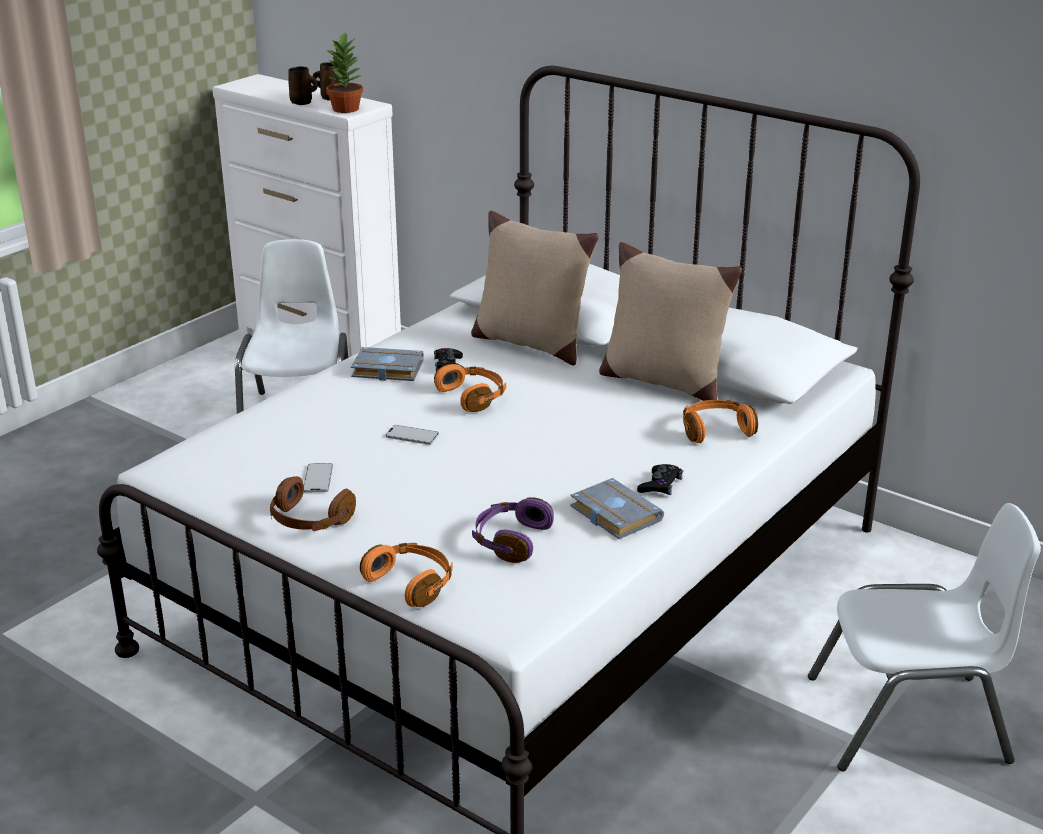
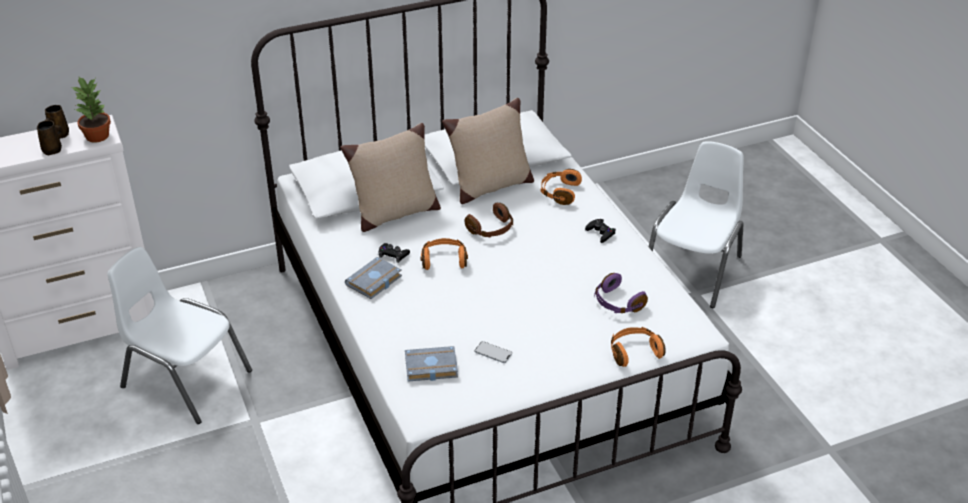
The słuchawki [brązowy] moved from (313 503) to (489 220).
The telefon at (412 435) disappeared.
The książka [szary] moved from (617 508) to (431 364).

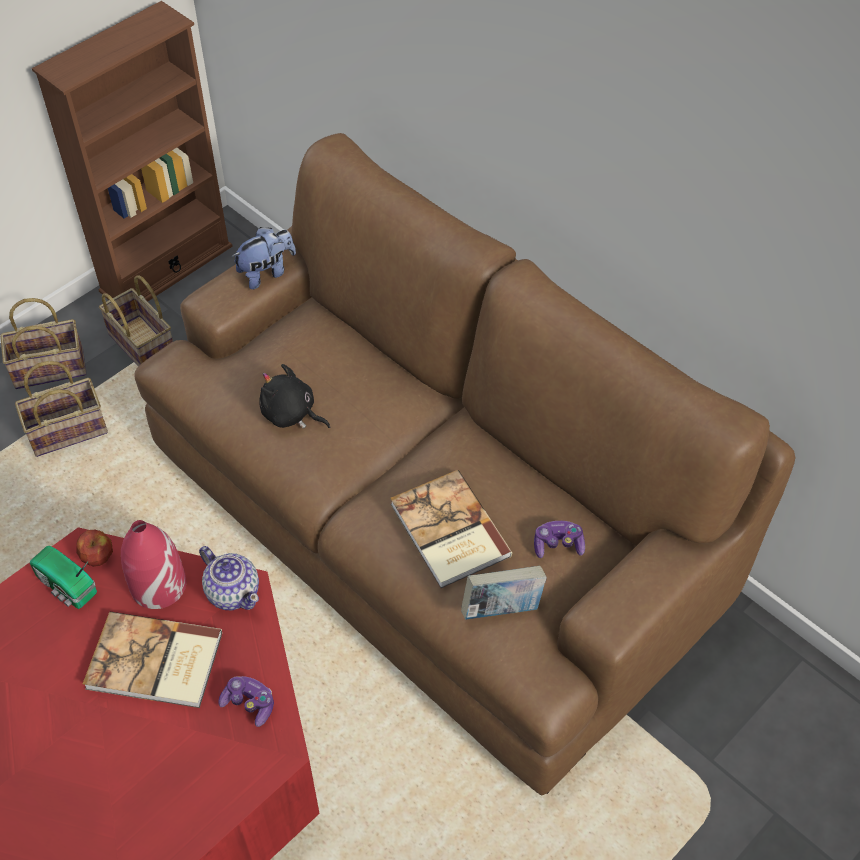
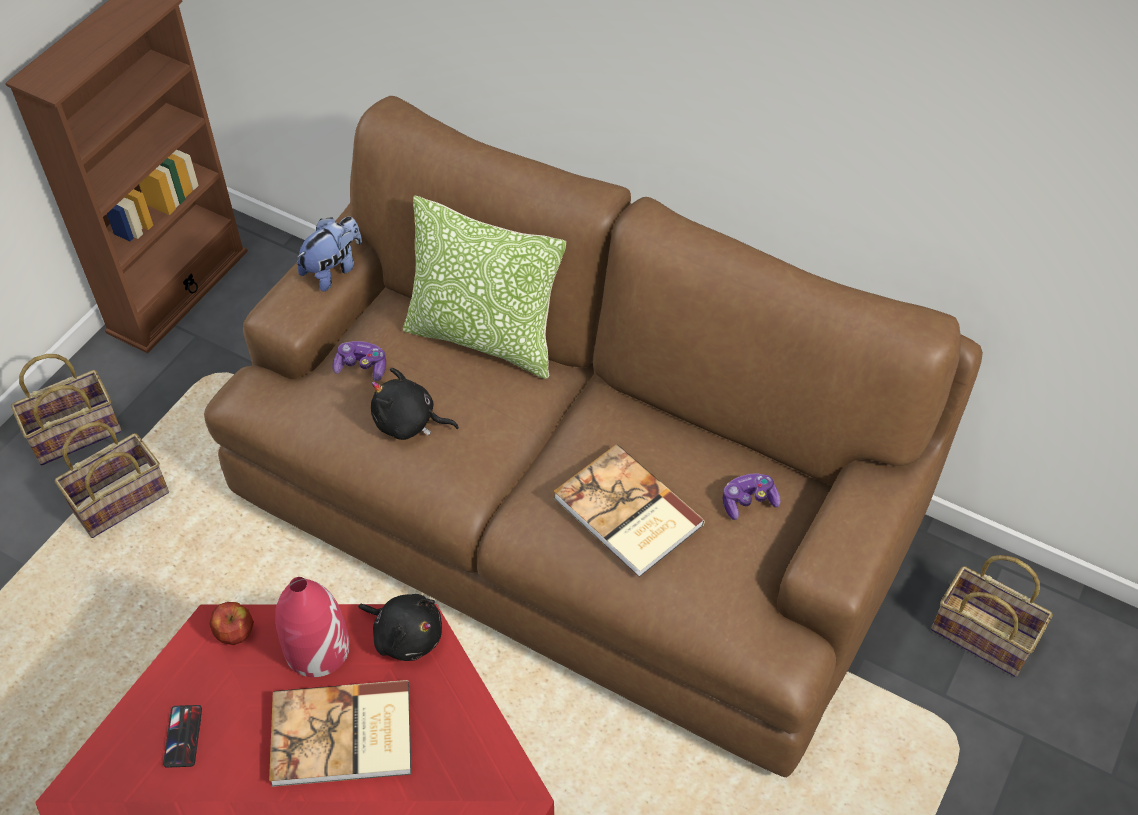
The radio at (63 577) disappeared.
The koszyk moved from (136 321) to (992 616).
The imbryk at (229 578) was replaced by the pluszak [czarny] at (400 627).
The pad do gier moved from (246 701) to (359 361).
The książka at (504 593) disappeared.
The telefon at (182 736) appeared.
The poduszka at (484 287) appeared.

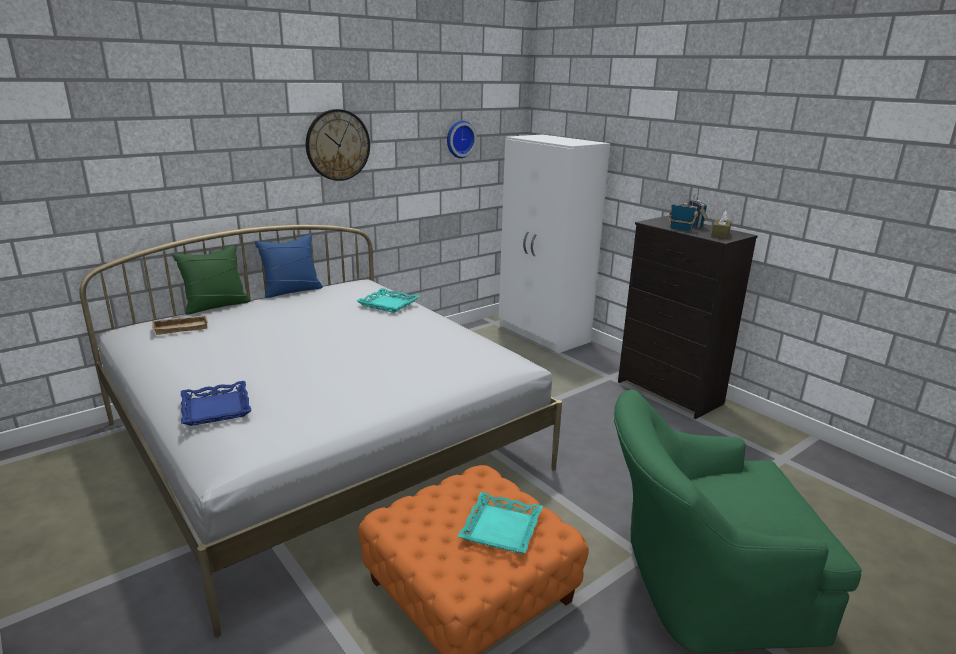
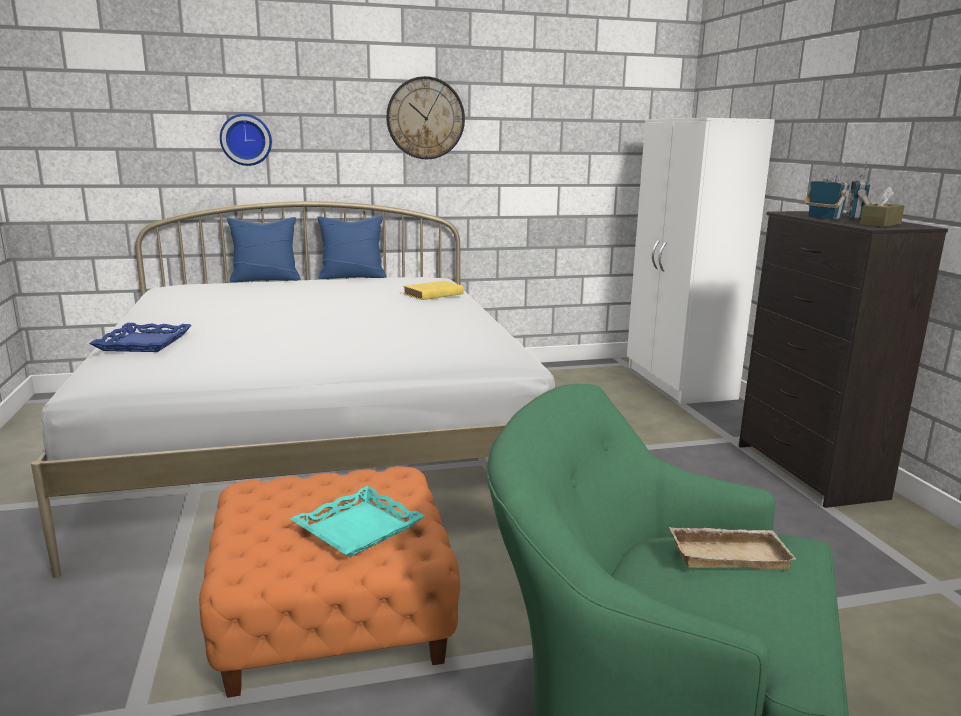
The taca [beżowy] moved from (180 325) to (732 548).
The poduszka [zielony] at (211 279) became the poduszka [niebieski] at (264 250).
The taca [turkusowy] at (388 300) was replaced by the książka [żółty] at (433 290).
The zegar ścienny moved from (462 139) to (246 140).

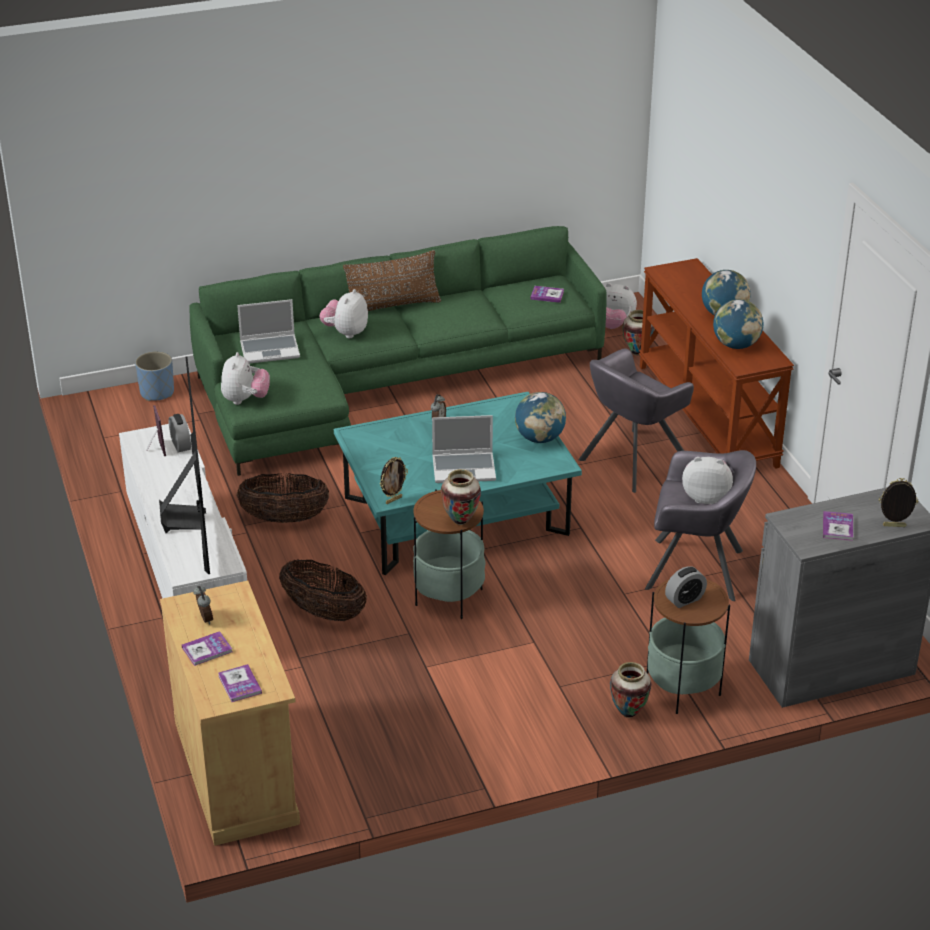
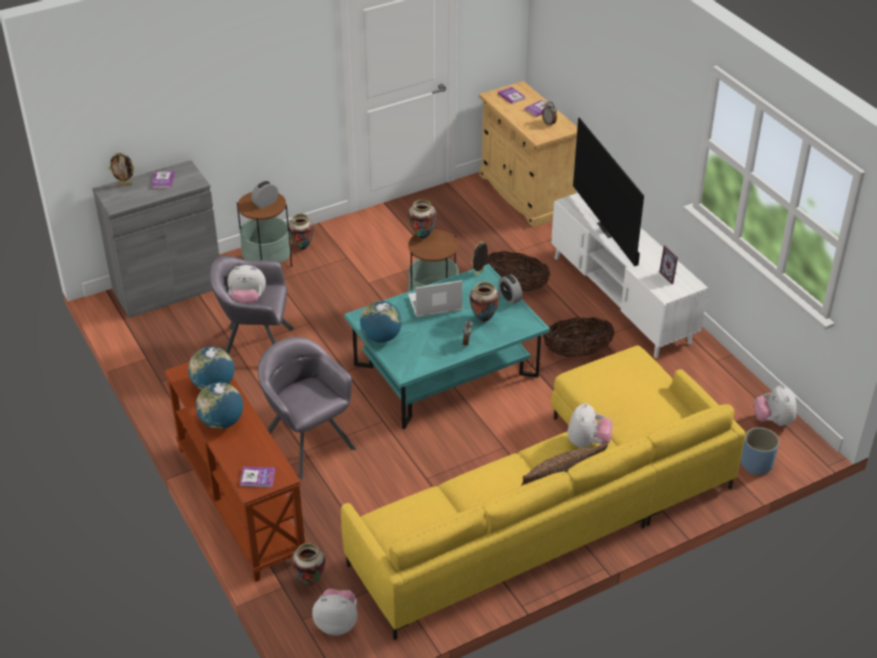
The budzik moved from (180 433) to (510 290).
The kanapa [zielony] at (398 351) became the kanapa [żółty] at (543 492).
The pluszak moved from (245 378) to (775 405).
The laptop at (268 331) disappeared.
The książka moved from (547 294) to (257 477).
The fotel [szary] at (636 420) turned 75 degrees counterclockwise.
The wazon at (484 302) appeared.

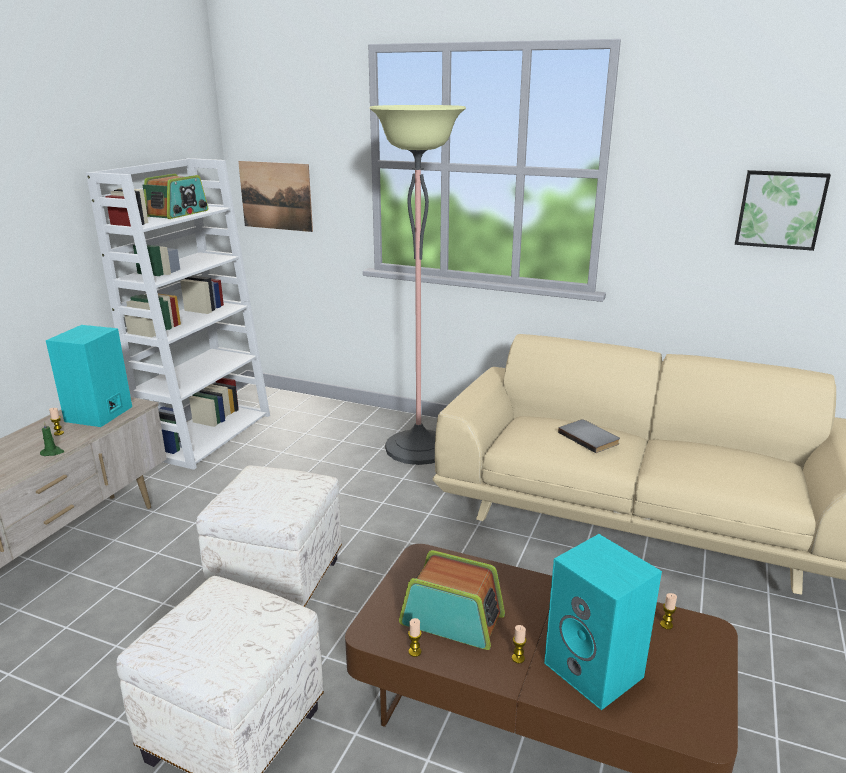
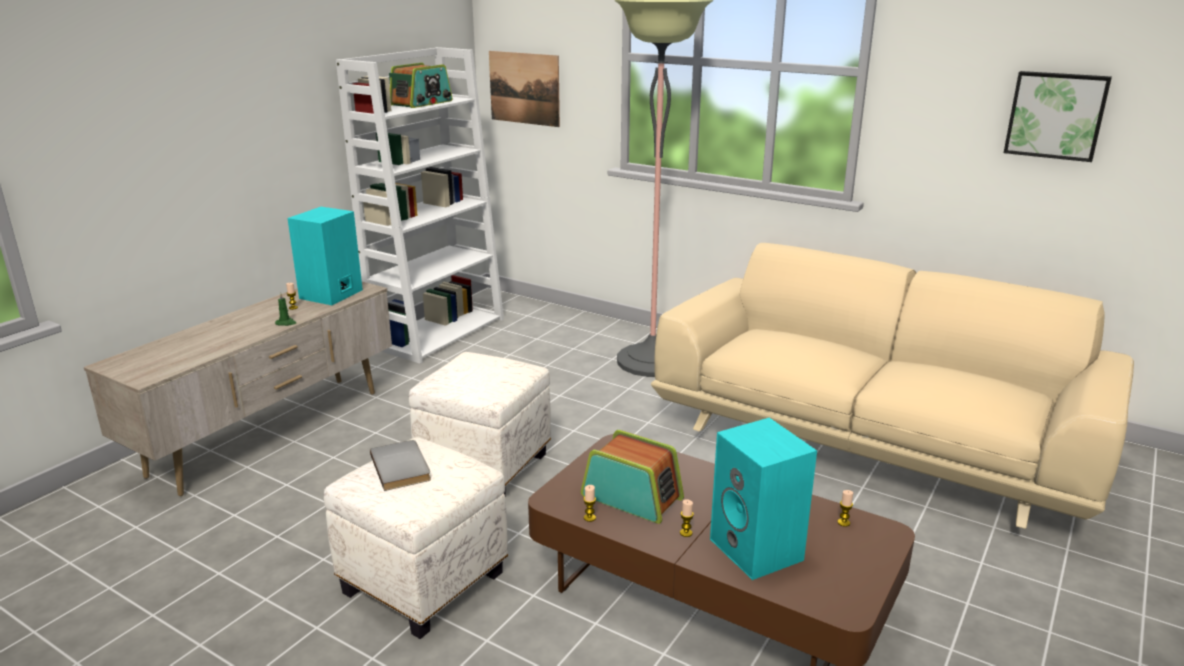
The książka [szary] moved from (589 436) to (400 465).

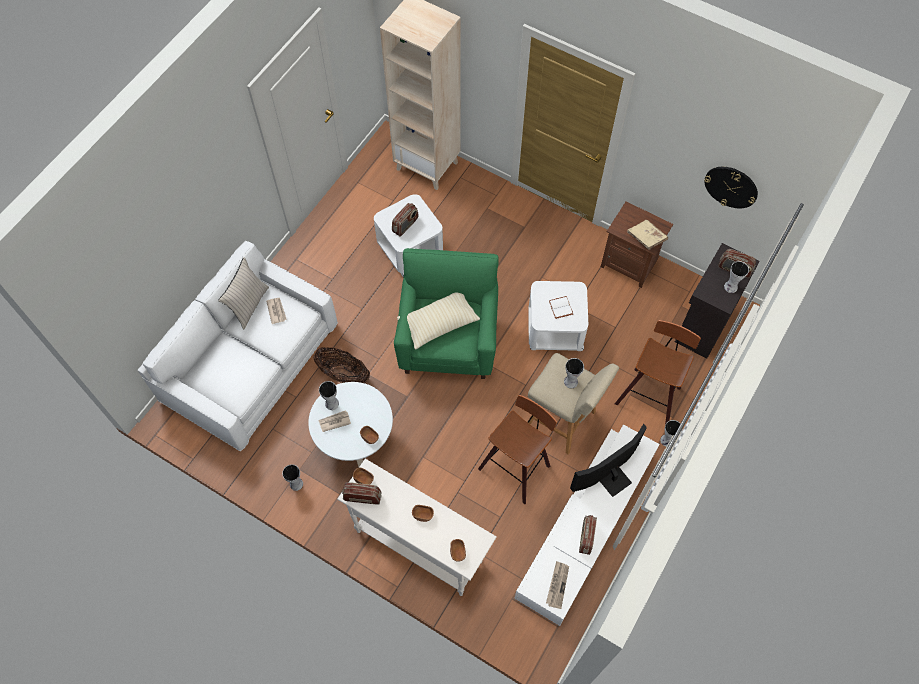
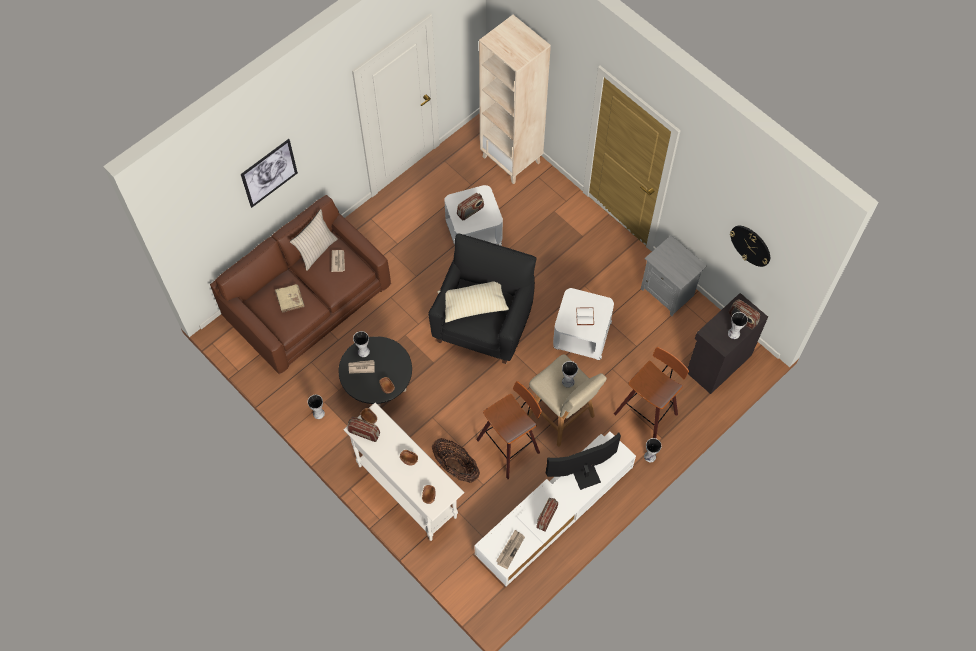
The kanapa [biały] at (238 346) became the kanapa [brązowy] at (300 284).
The ława [biały] at (350 424) became the ława [czarny] at (375 371).
The koszyk moved from (341 365) to (456 460).
The fotel [zielony] at (446 313) became the fotel [czarny] at (482 299).
The szafka nocna [brązowy] at (637 245) became the szafka nocna [szary] at (674 275).
The książka [beżowy] moved from (647 235) to (290 298).
The obraz at (269 173) appeared.

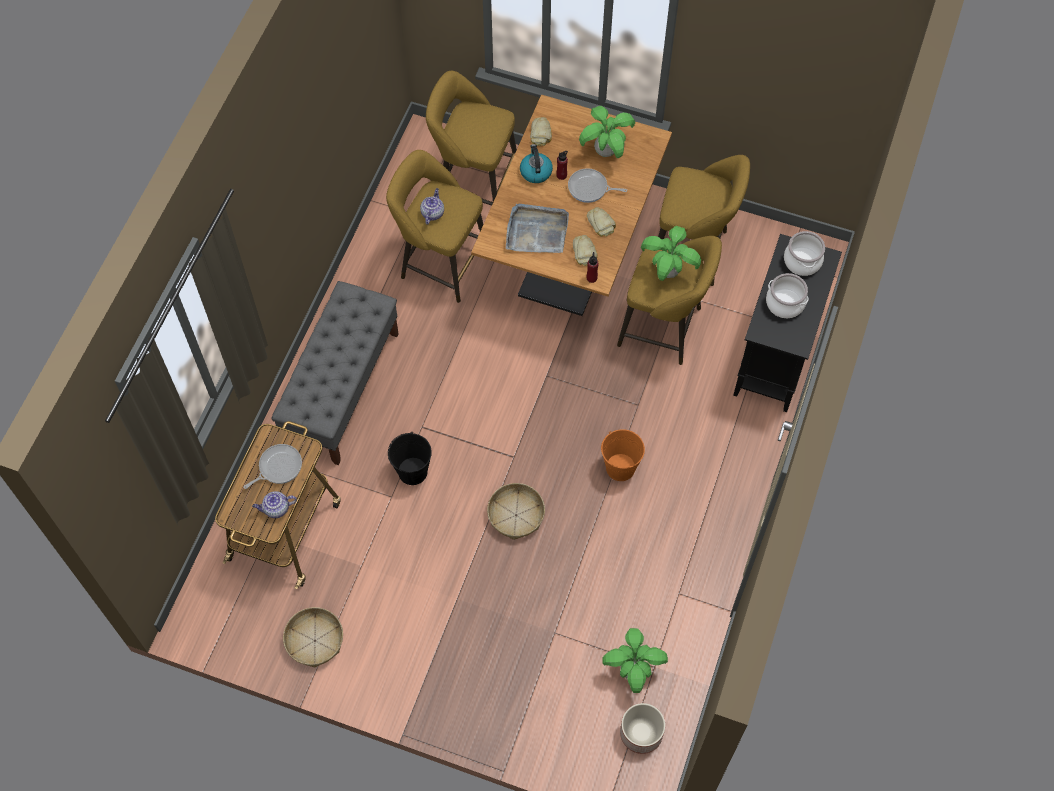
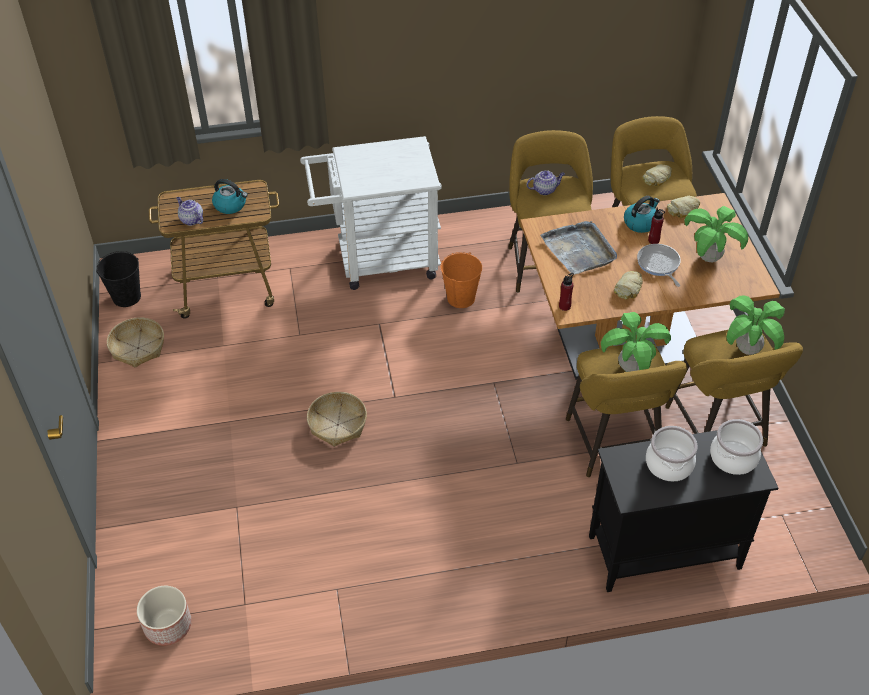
The patelnia at (273 466) was replaced by the czajnik at (230 196).
The ławka [szary] at (335 373) was replaced by the wózek [biały] at (371 213).
The wiadro [czarny] moved from (410 458) to (118 279).
The chleb moved from (585 250) to (657 175).
The wiadro [pomarańczowy] moved from (623 455) to (461 280).
The roślina doniczkowa moved from (635 660) to (755 325).

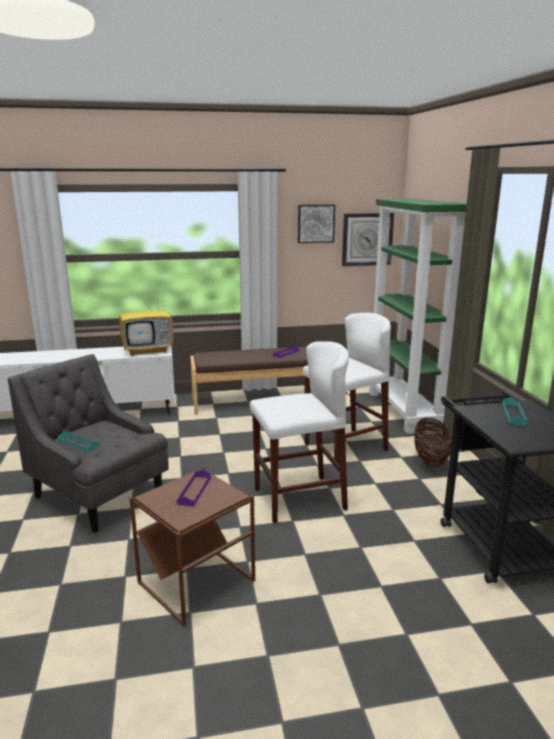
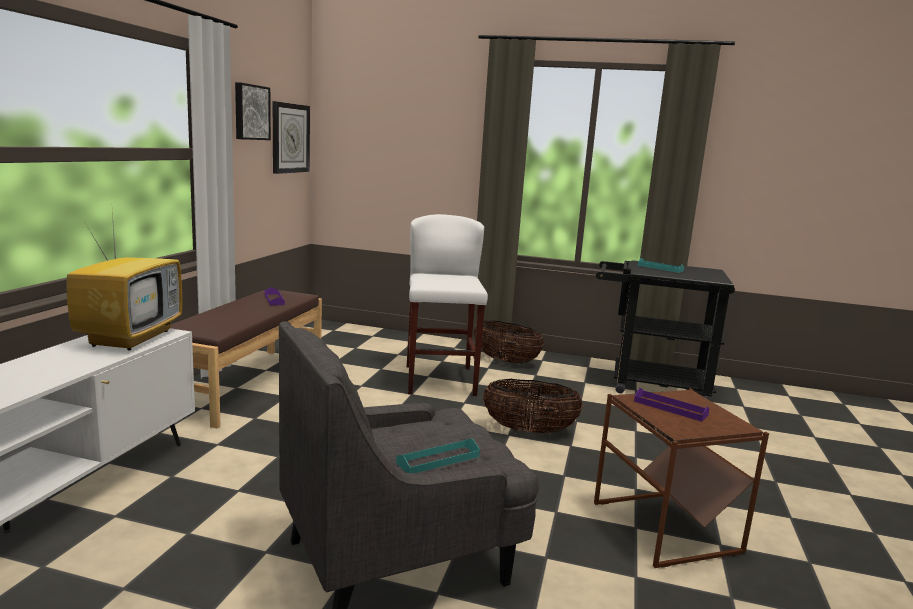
The stołek [biały] at (299 432) was replaced by the koszyk at (533 406).
The regał [zielony] at (418 316) disappeared.

